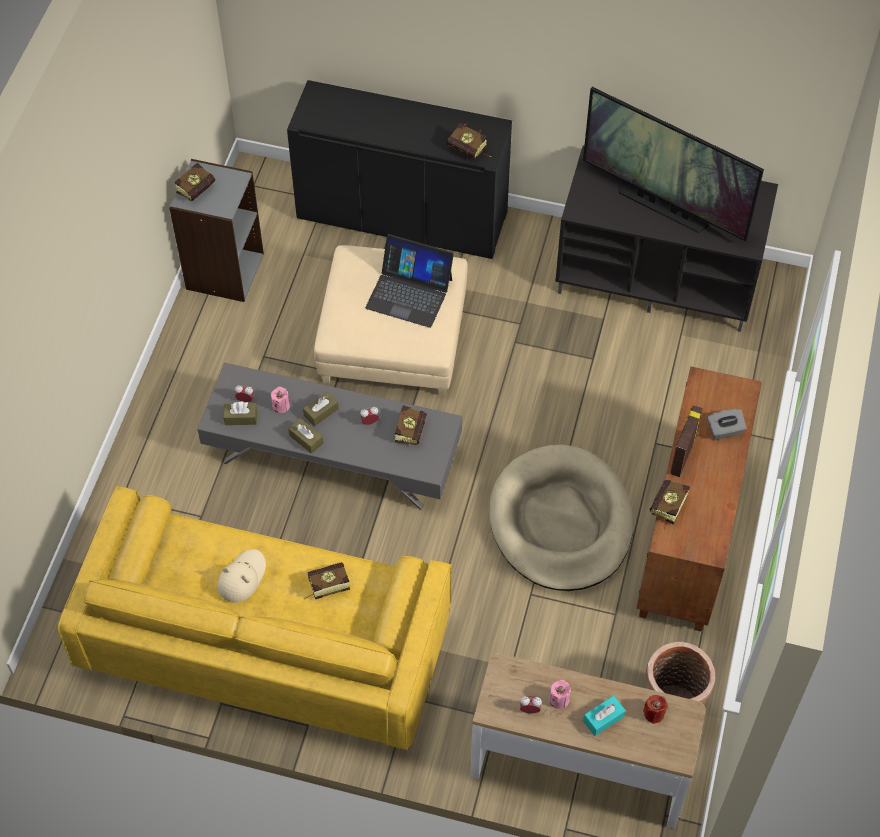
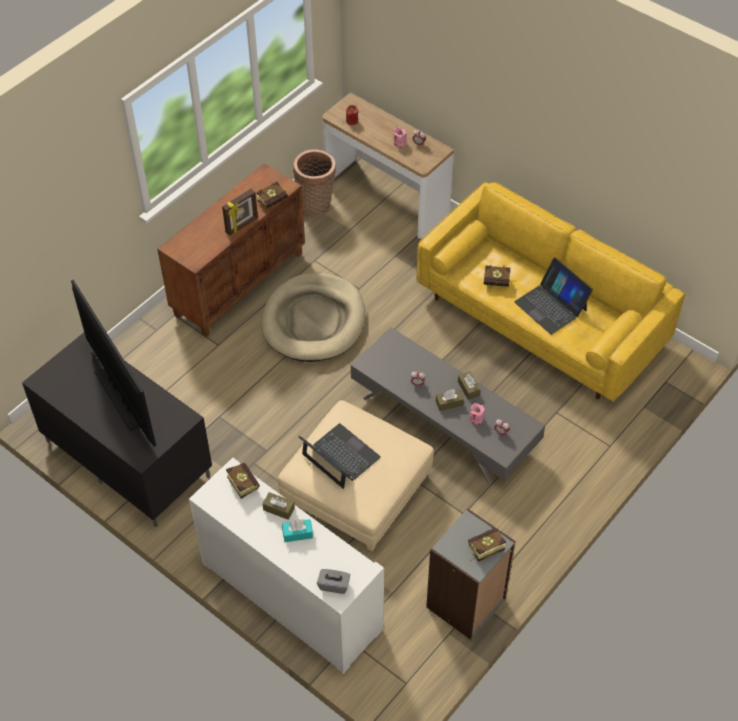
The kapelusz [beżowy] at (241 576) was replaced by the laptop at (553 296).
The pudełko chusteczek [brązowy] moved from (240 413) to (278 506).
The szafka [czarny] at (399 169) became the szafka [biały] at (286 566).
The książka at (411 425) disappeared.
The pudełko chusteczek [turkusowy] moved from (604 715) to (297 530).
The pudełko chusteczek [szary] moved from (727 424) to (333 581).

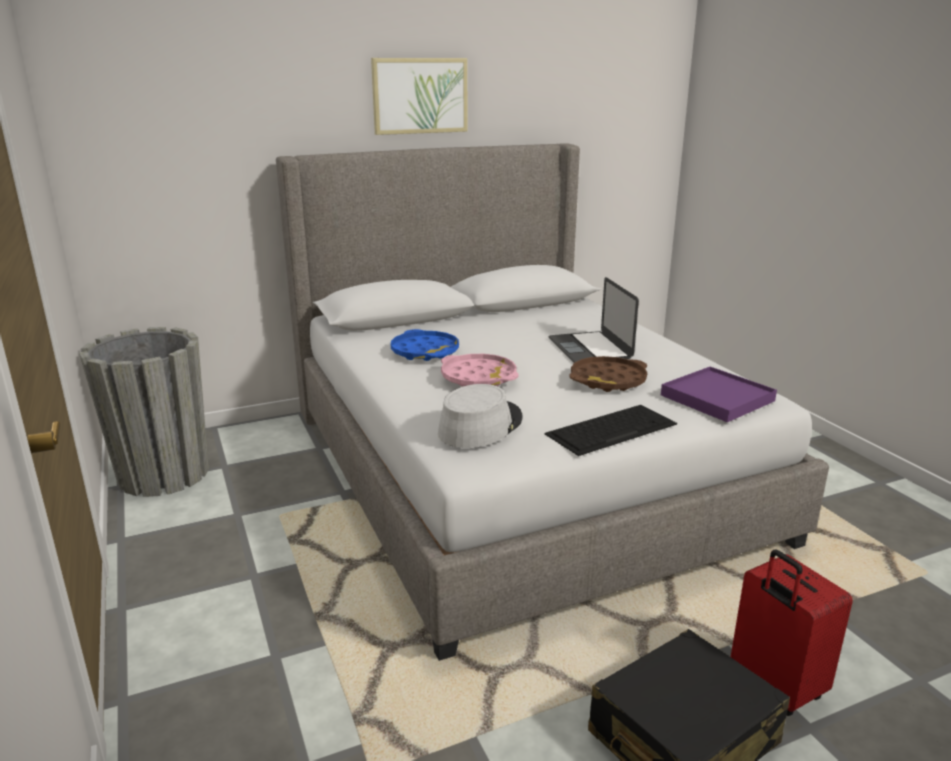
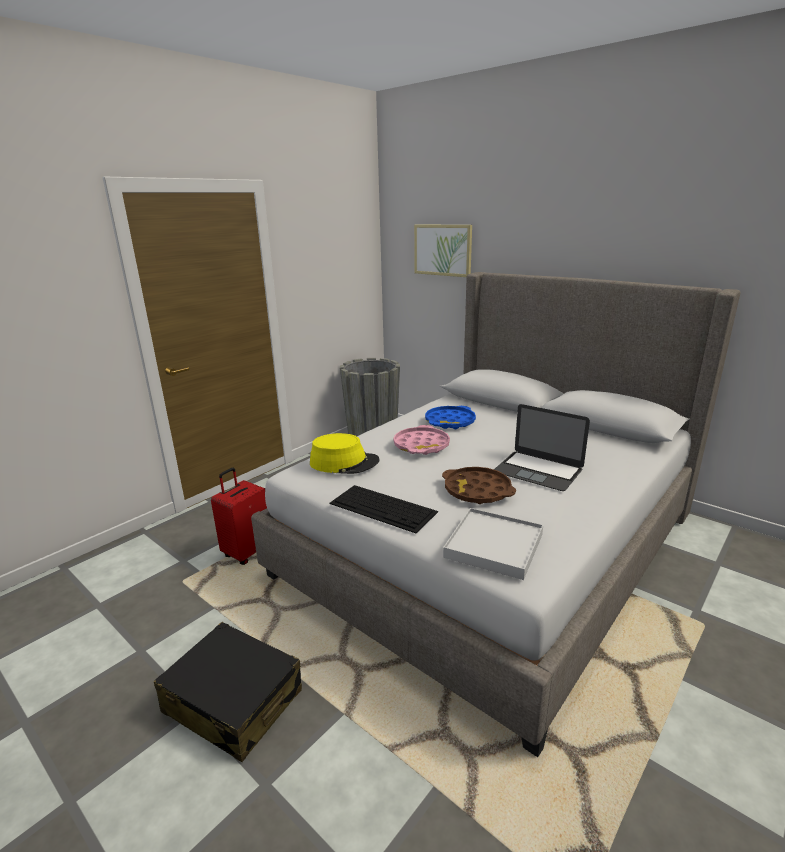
The obraz moved from (419 96) to (443 251).
The kapelusz [szary] at (480 416) became the kapelusz [żółty] at (345 453).
The laptop at (593 320) turned 105 degrees counterclockwise.
The taca [fioletowy] at (719 394) became the taca [biały] at (493 544).
The walizka [czerwony] moved from (792 632) to (239 516).

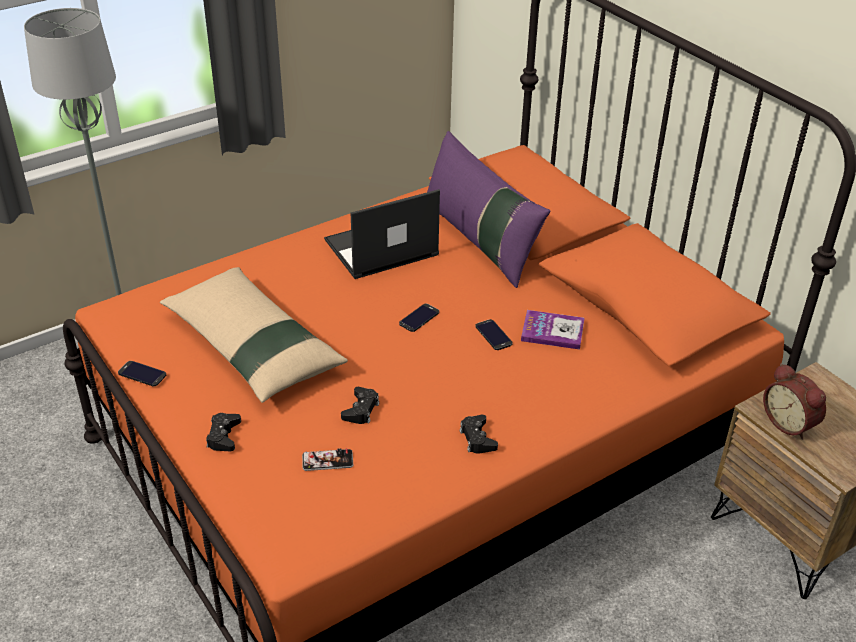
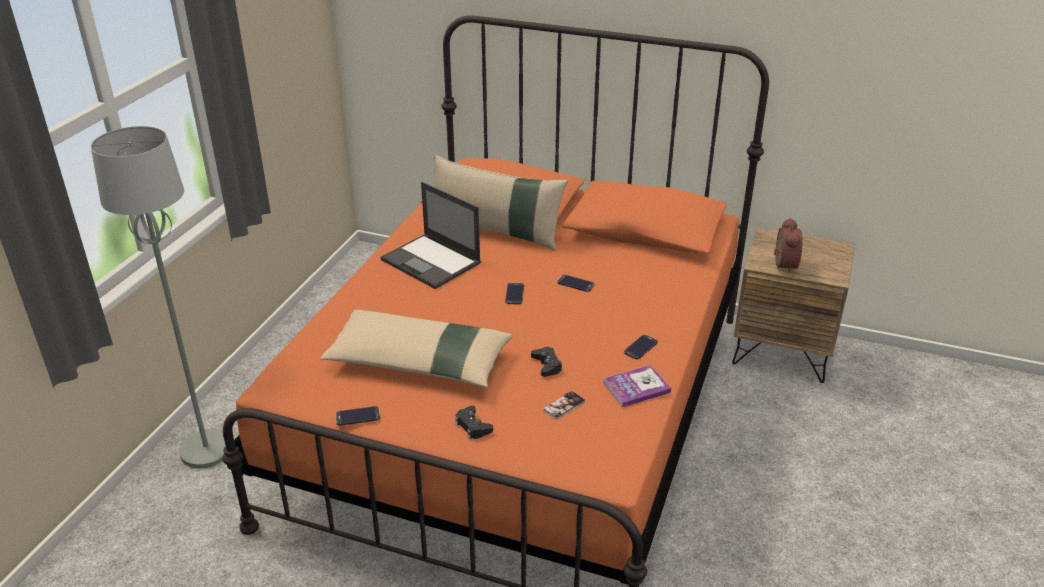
The laptop at (382 234) turned 75 degrees counterclockwise.
The poduszka [fioletowy] at (489 209) became the poduszka [beżowy] at (501 202).
The pad do gier [czarny] at (479 434) was replaced by the telefon at (641 346).
The książka moved from (553 330) to (637 386).
The budzik at (794 401) turned 105 degrees counterclockwise.

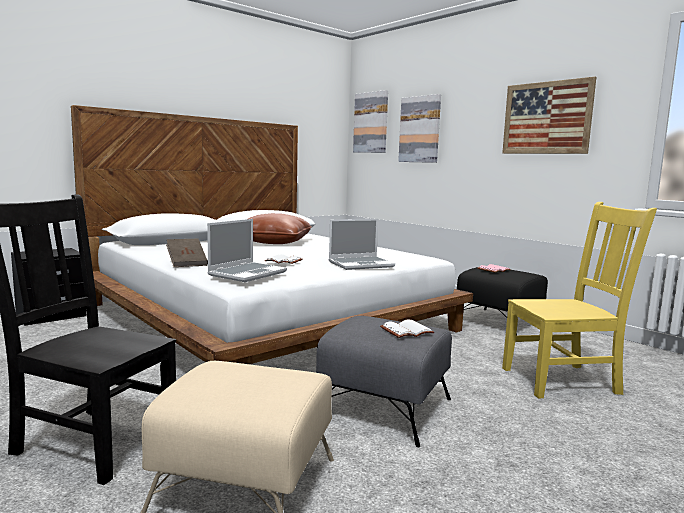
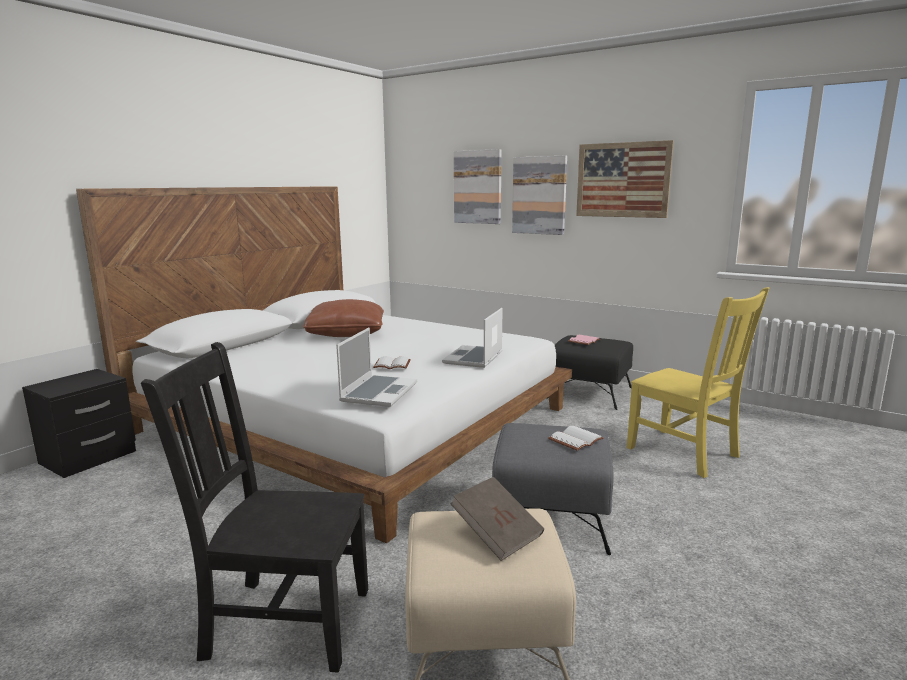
The książka [brązowy] moved from (187 253) to (497 519).
The laptop at (362 244) turned 150 degrees clockwise.
The obraz moved from (370 121) to (539 195).
The krzesło [żółty] at (579 300) turned 75 degrees clockwise.

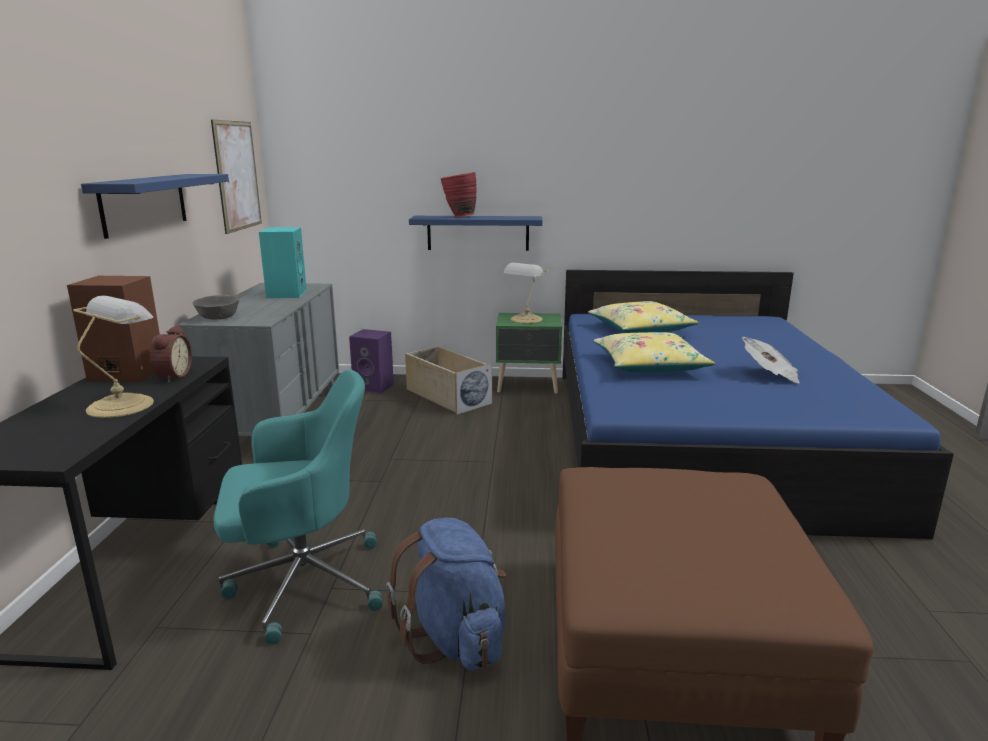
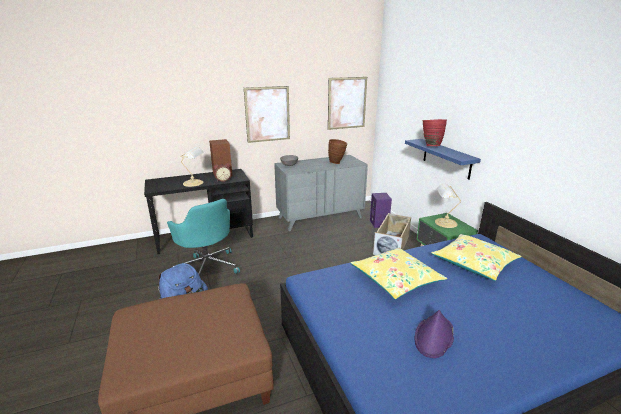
The półka [niebieski] at (155 206) was replaced by the obraz at (267 114).
The głośnik [turkusowy] at (283 262) was replaced by the wazon [brązowy] at (337 151).
The gazeta at (771 360) was replaced by the kapelusz [fioletowy] at (434 334).

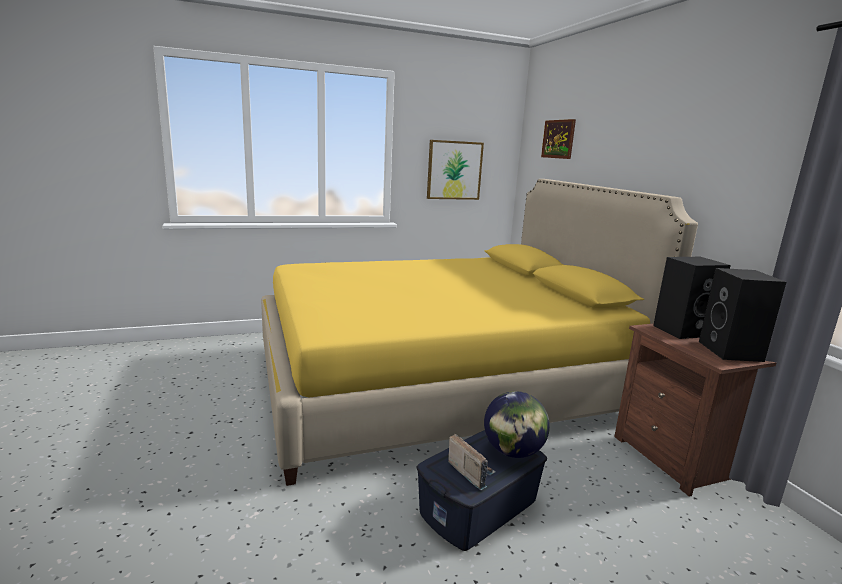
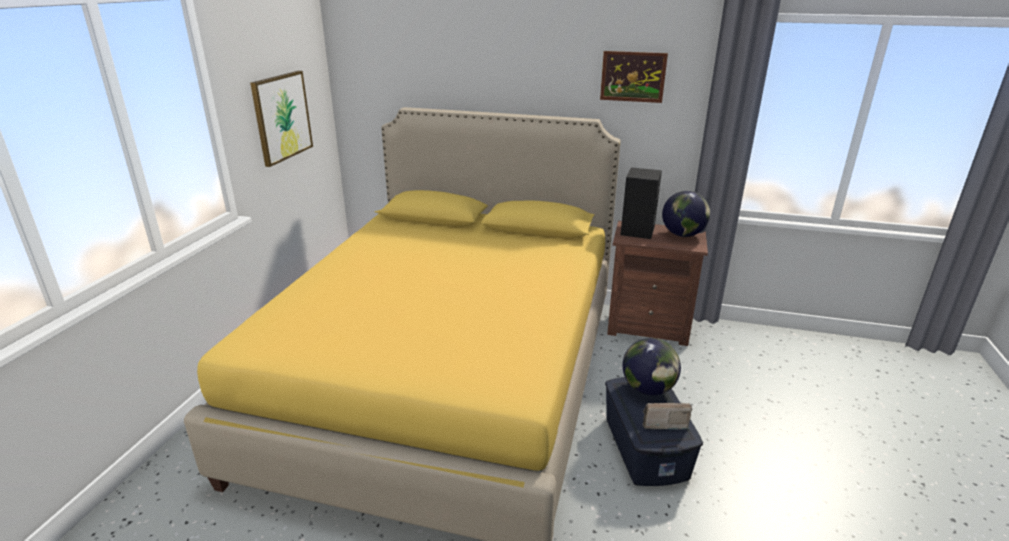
The obraz moved from (558 139) to (634 77).
The głośnik [czarny] at (742 315) was replaced by the globus at (686 214).

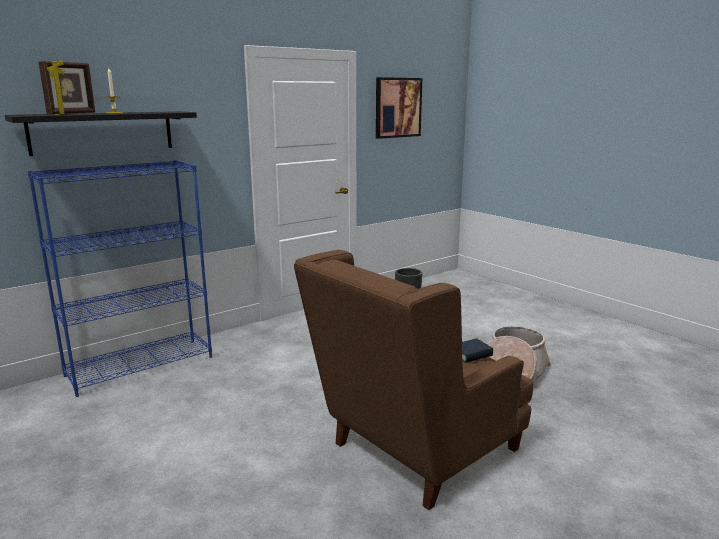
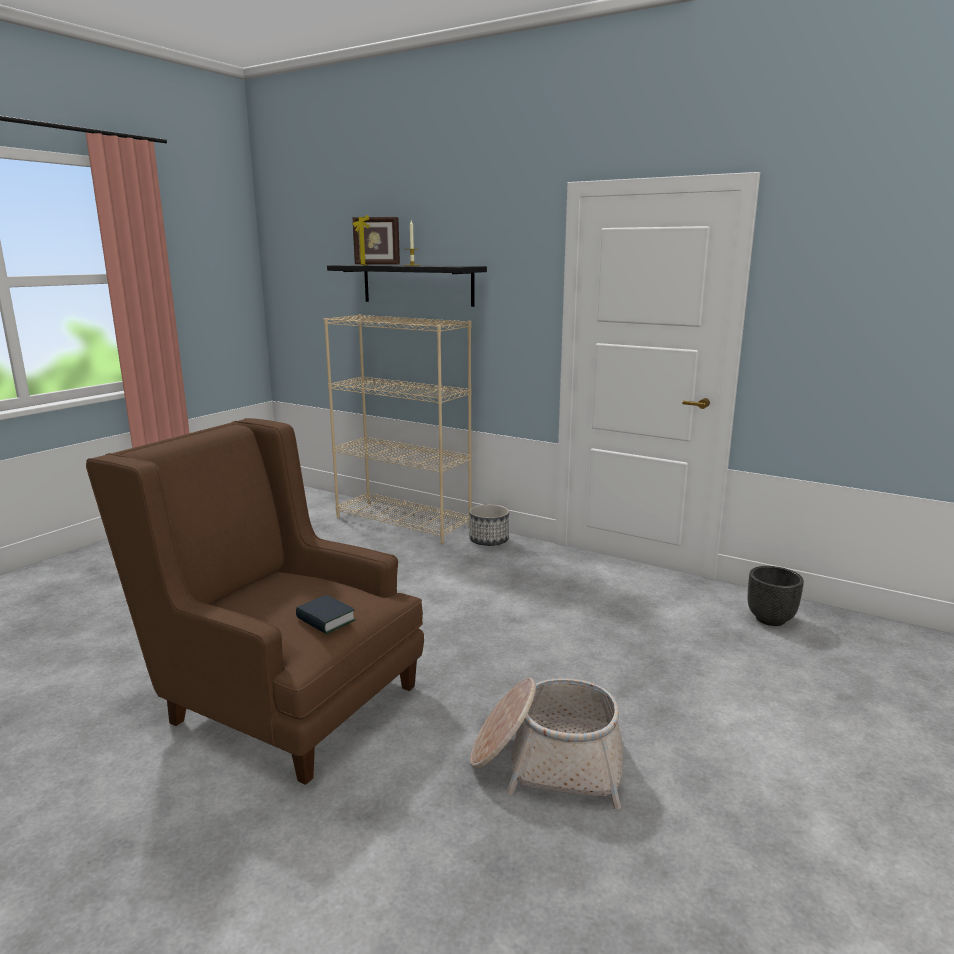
The regał [niebieski] at (120 278) became the regał [beżowy] at (398 429).
The obraz at (399 108) disappeared.
The donica at (489 525) appeared.

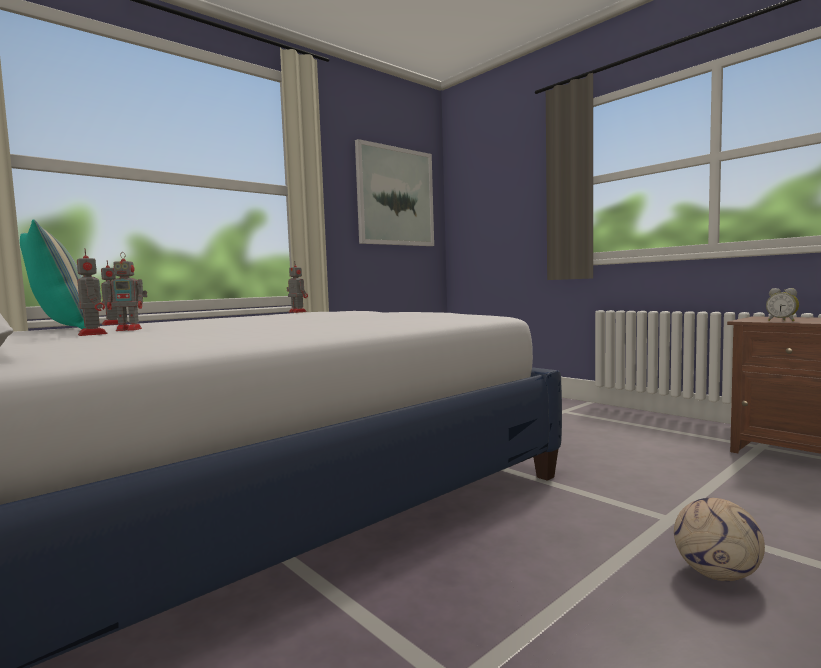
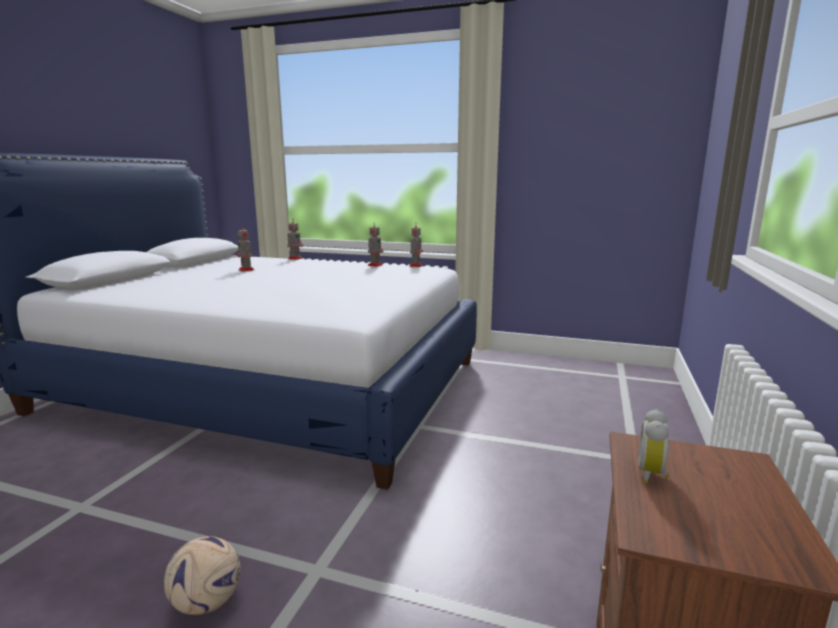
The poduszka at (53 274) disappeared.
The robot zabawkowy moved from (92 292) to (376 246).
The obraz at (394 192) disappeared.

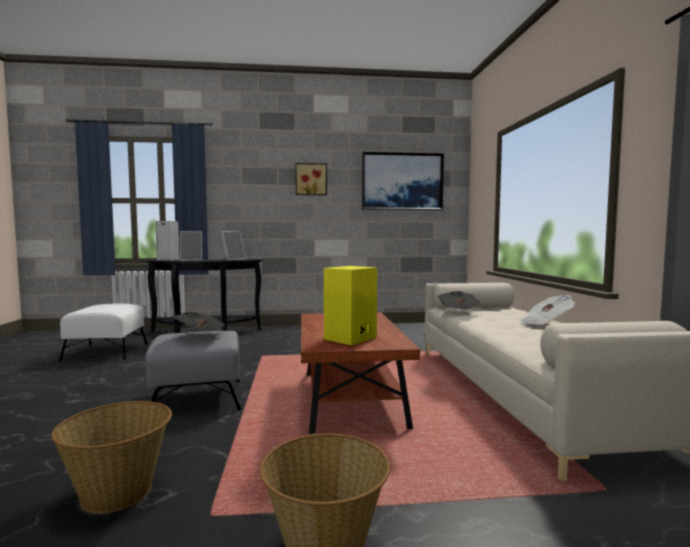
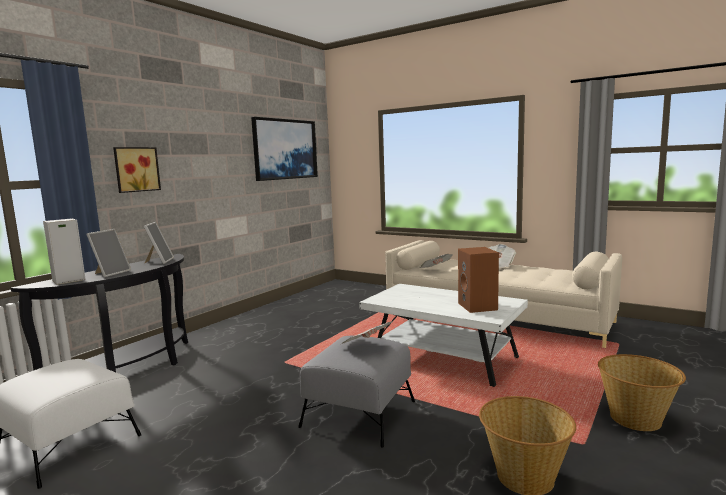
The obraz moved from (311 179) to (137 170).
The ława [brązowy] at (360 373) became the ława [biały] at (443 335).
The głośnik [żółty] at (350 305) became the głośnik [brązowy] at (478 280).

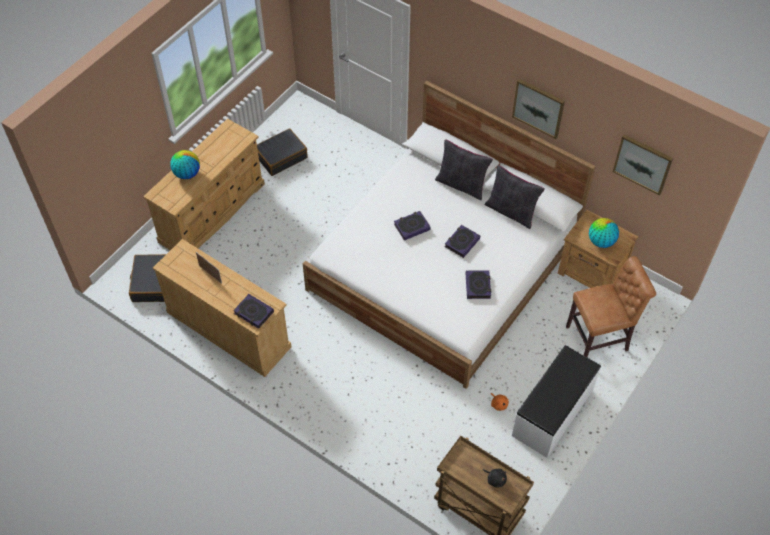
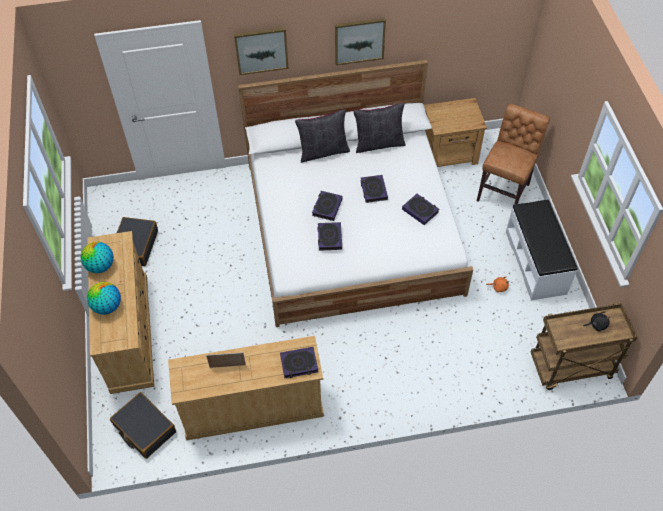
The globus moved from (604 233) to (97 257).
The obraz moved from (643 165) to (261 51).
The książka at (330 236) appeared.

